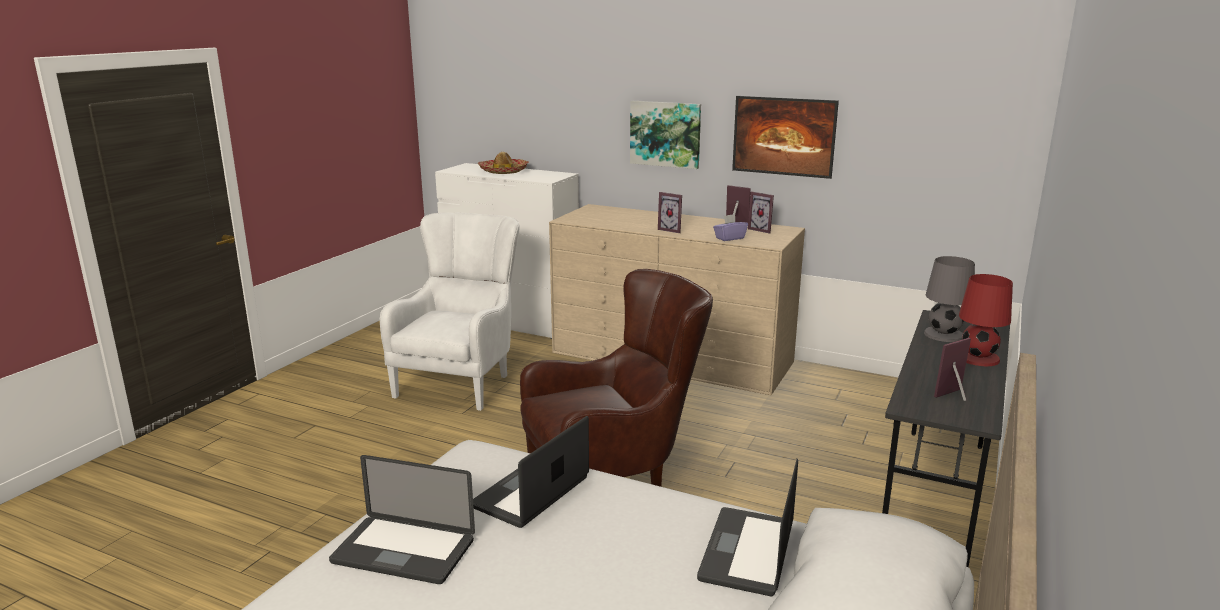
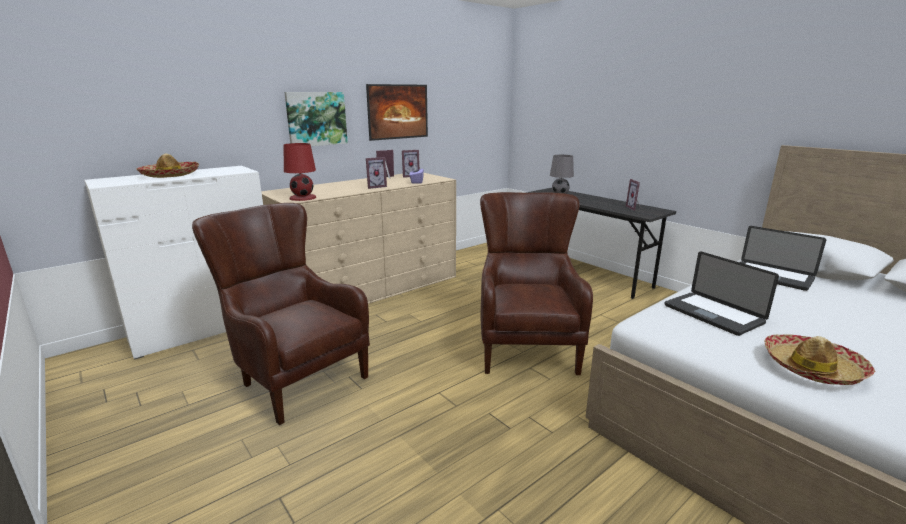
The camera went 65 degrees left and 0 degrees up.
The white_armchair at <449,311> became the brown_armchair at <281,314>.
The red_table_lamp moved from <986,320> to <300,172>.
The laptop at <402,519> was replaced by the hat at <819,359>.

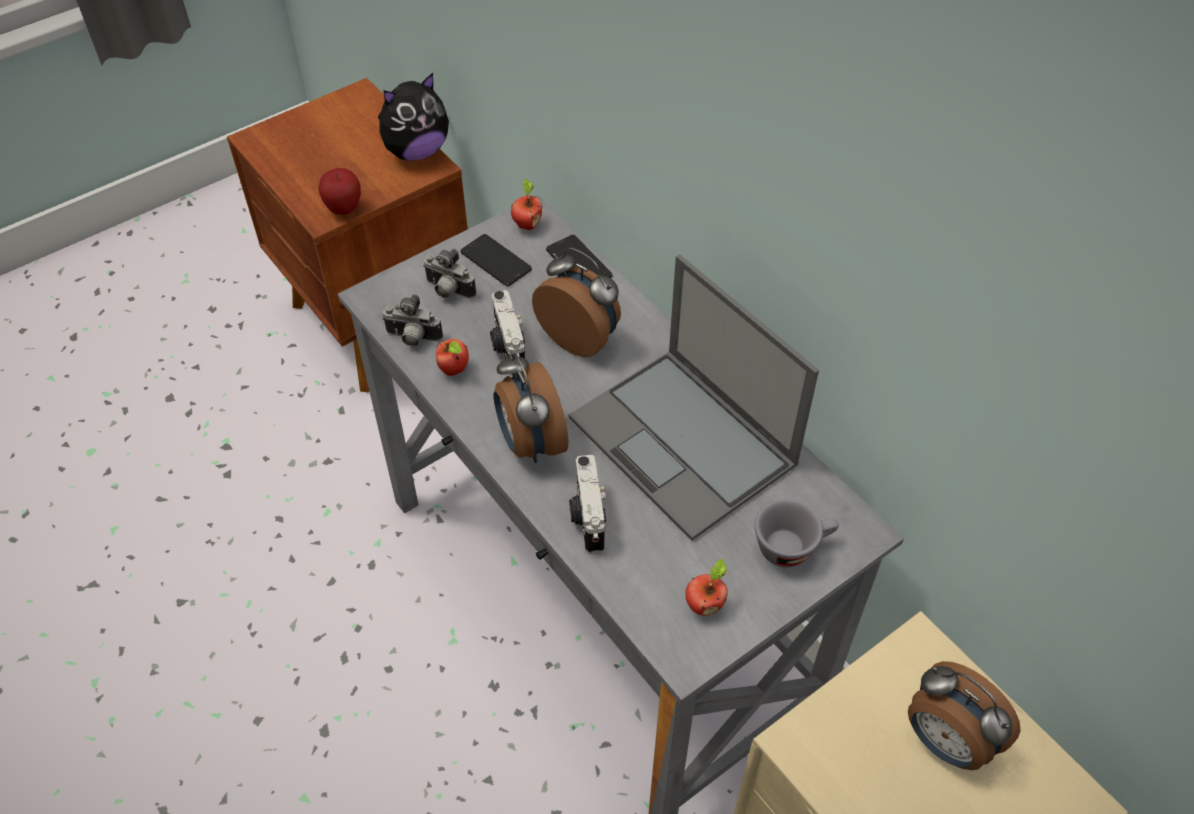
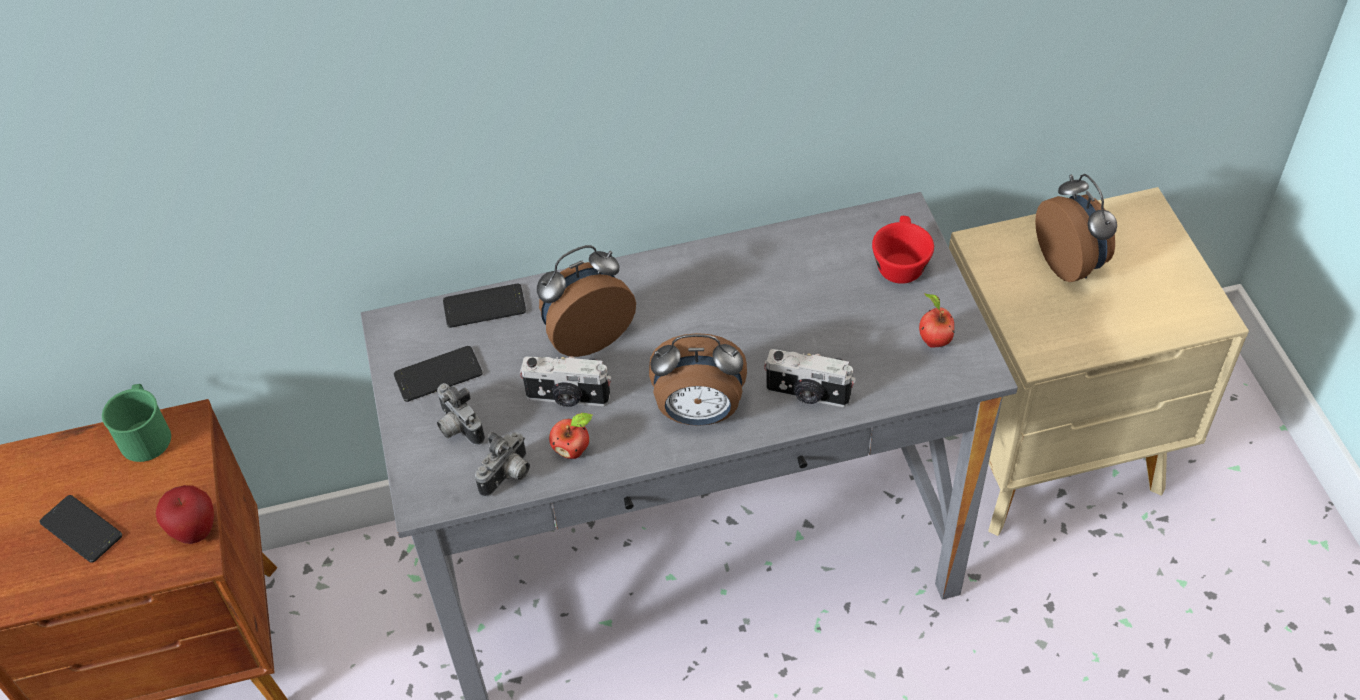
The camera went 65 degrees left and 0 degrees up.
The phone at <80,529> appeared.
The plush_toy at <413,117> was replaced by the green_mug at <136,423>.
The photo_camera at <449,274> turned 90 degrees clockwise.
The grey_cup at <797,533> became the red_cup at <903,250>.
The alarm_clock at <964,715> turned 90 degrees counterclockwise.
The apple at <527,204> disappeared.
The laptop at <694,398> disappeared.

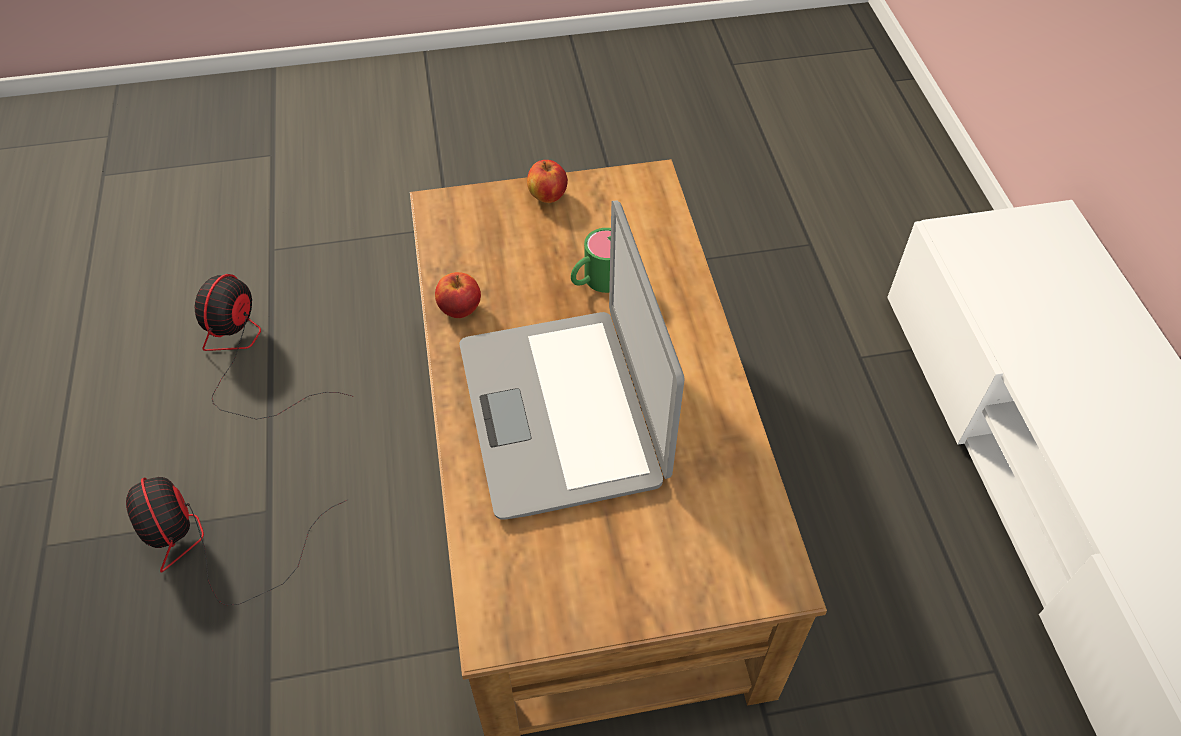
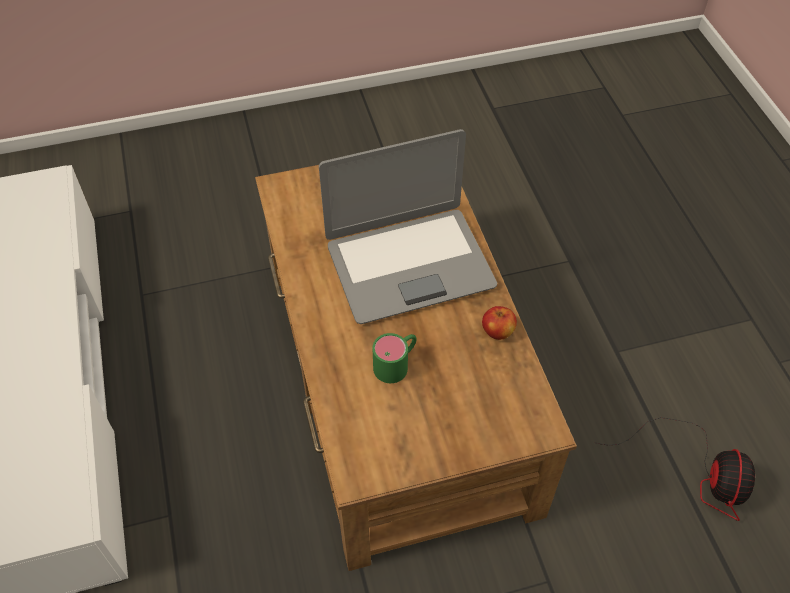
The camera went 175 degrees right and 0 degrees up.
The laptop at <572,360> turned 90 degrees clockwise.
The fan at <236,541> disappeared.
The apple at <547,181> disappeared.

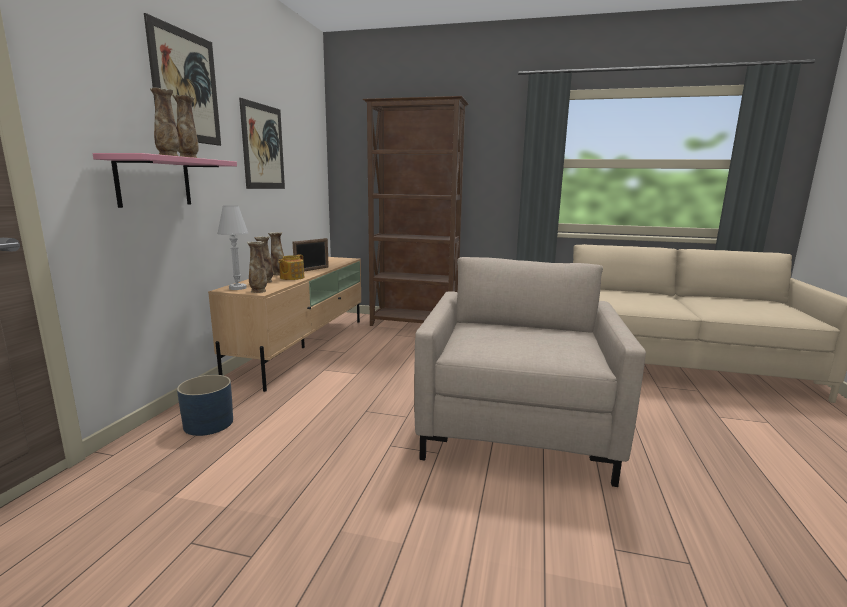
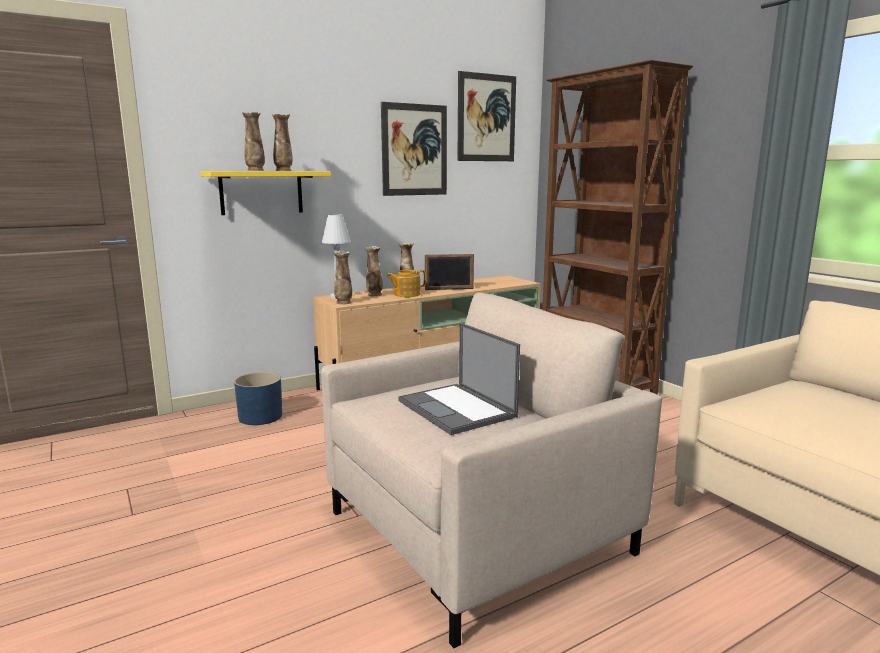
The camera went 45 degrees right and 0 degrees up.
The pink_shelf at <165,180> became the yellow_shelf at <266,193>.
The laptop at <459,379> appeared.
The picture moved from <182,79> to <486,116>.

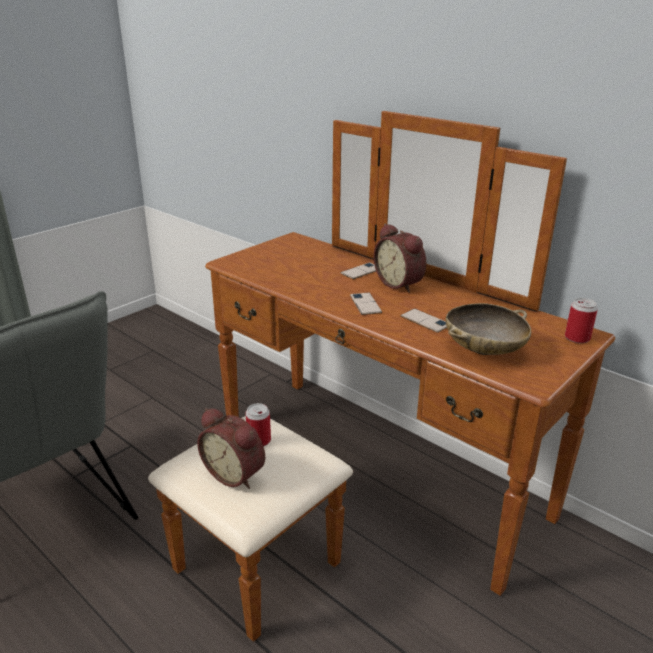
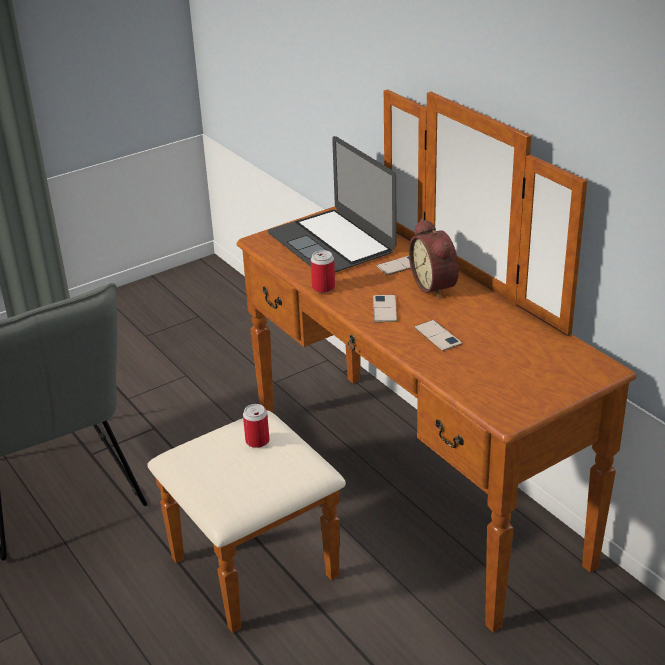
The camera went 15 degrees right and 5 degrees up.
The laptop at <332,204> appeared.
The can moved from <581,320> to <323,271>.
The alarm_clock at <231,448> disappeared.
The beige_bowl at <488,329> disappeared.

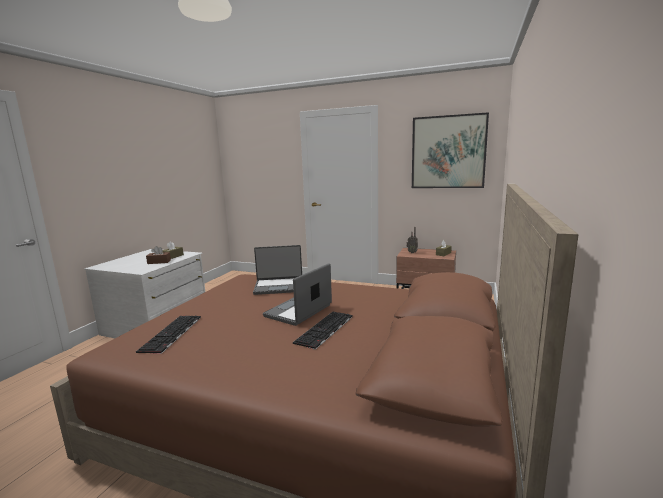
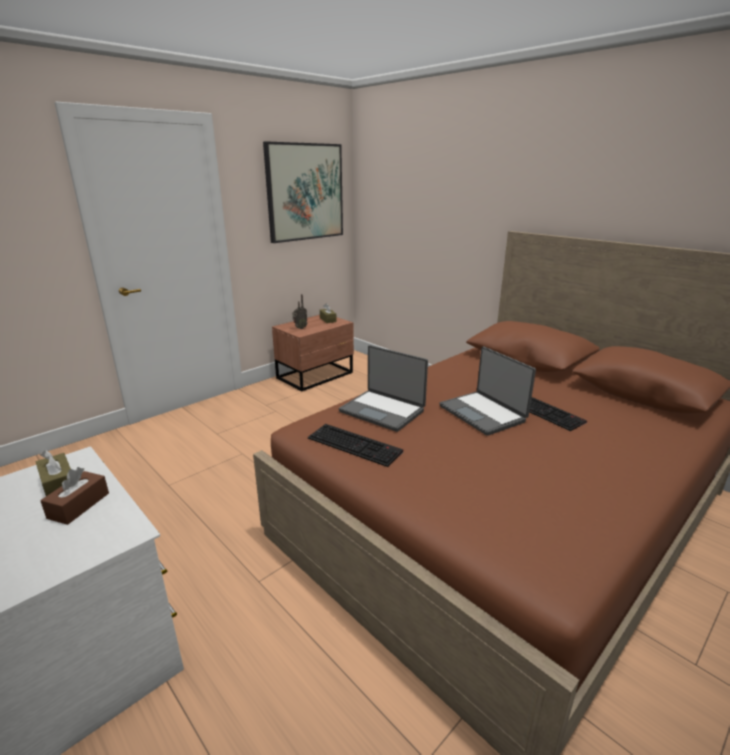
The camera went 65 degrees left and 10 degrees up.
The keyboard moved from <168,335> to <356,445>.
The laptop at <277,270> turned 105 degrees clockwise.

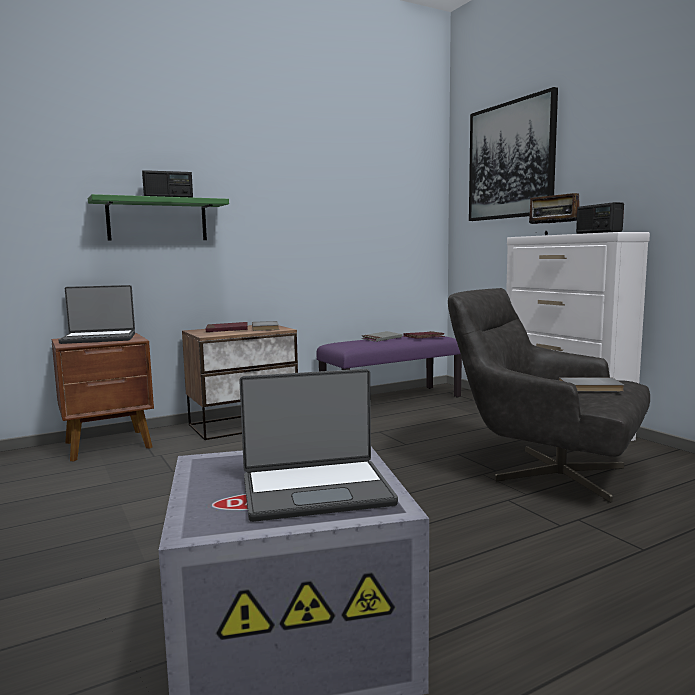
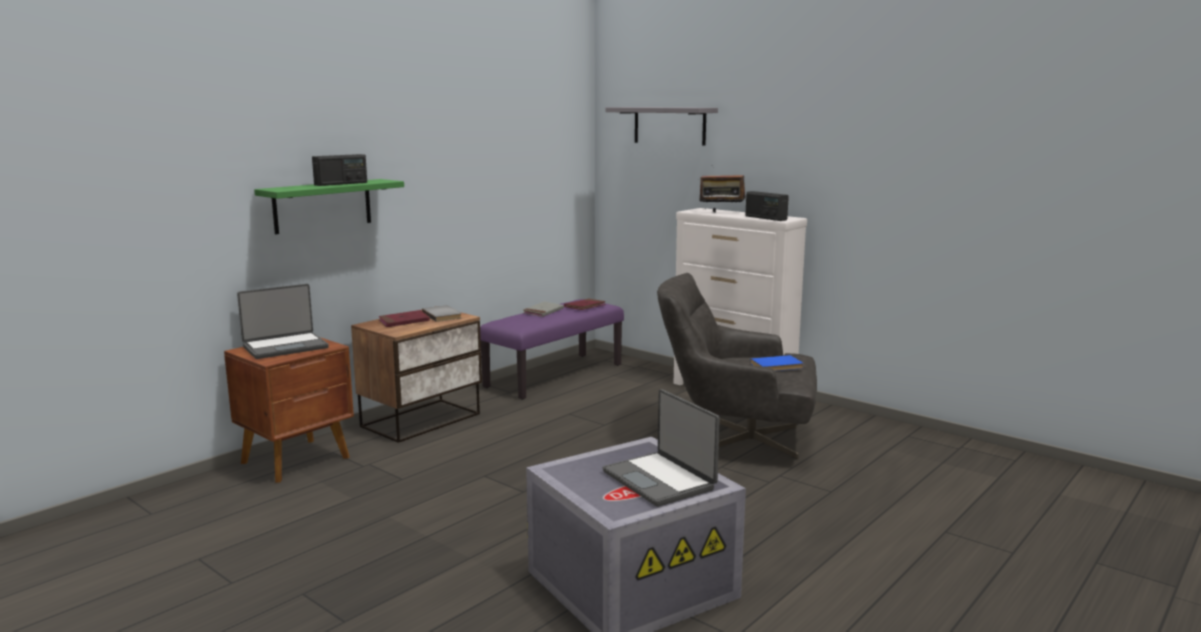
The camera went 20 degrees left and 5 degrees up.
The laptop at <318,445> turned 90 degrees clockwise.
The picture at <513,154> was replaced by the grey_shelf at <662,126>.
The grey_book at <592,385> became the blue_book at <776,363>.

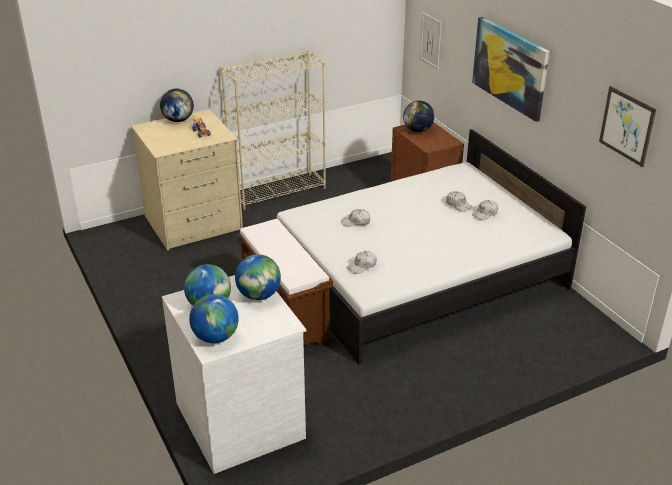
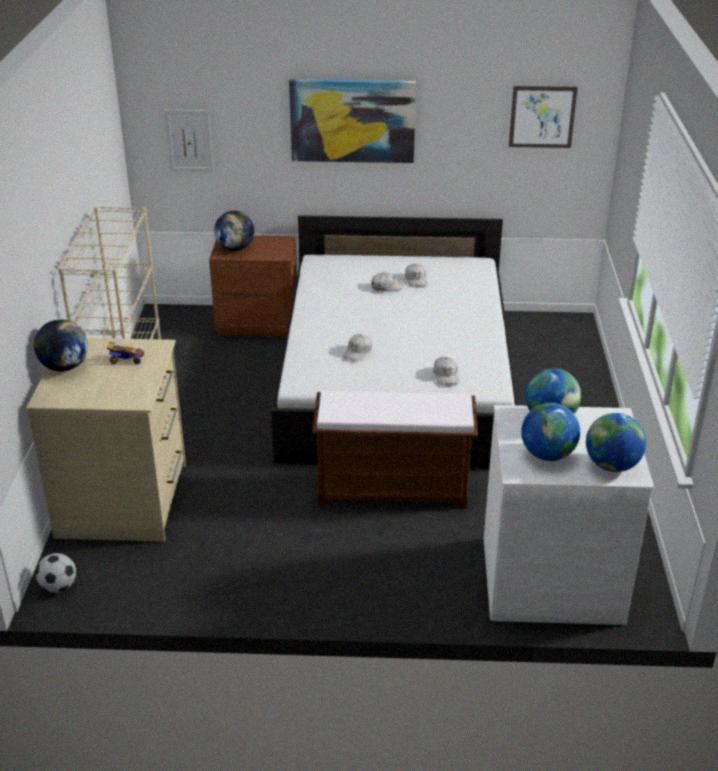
The camera went 60 degrees left and 0 degrees up.
The football at <56,573> appeared.

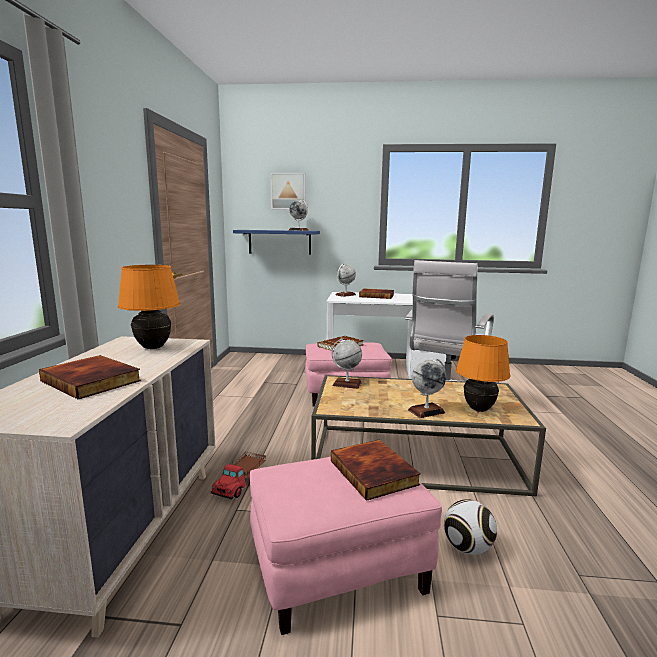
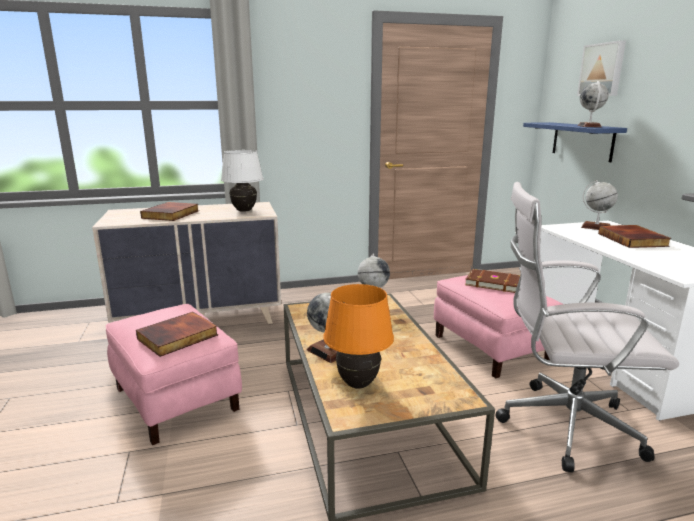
The camera went 70 degrees right and 5 degrees up.
The orange_table_lamp at <149,307> became the white_table_lamp at <242,181>.
The toy_truck at <238,475> disappeared.
The football at <470,527> disappeared.

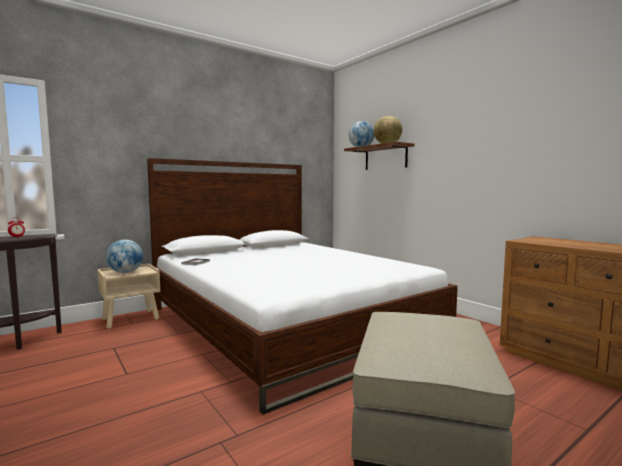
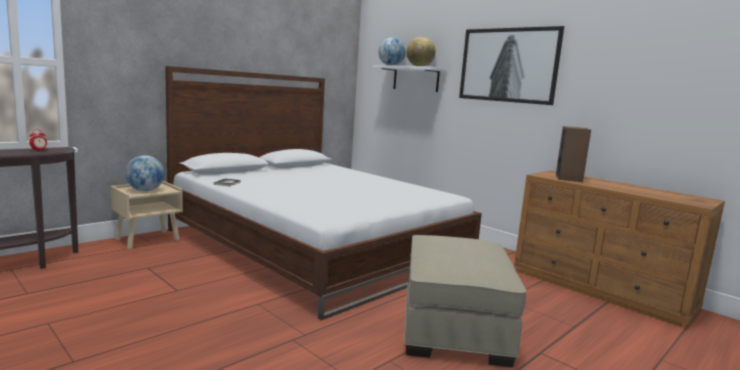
The camera went 10 degrees left and 5 degrees up.
The brown_shelf at <379,156> became the white_shelf at <410,78>.
The picture at <511,65> appeared.
The speaker at <573,154> appeared.

